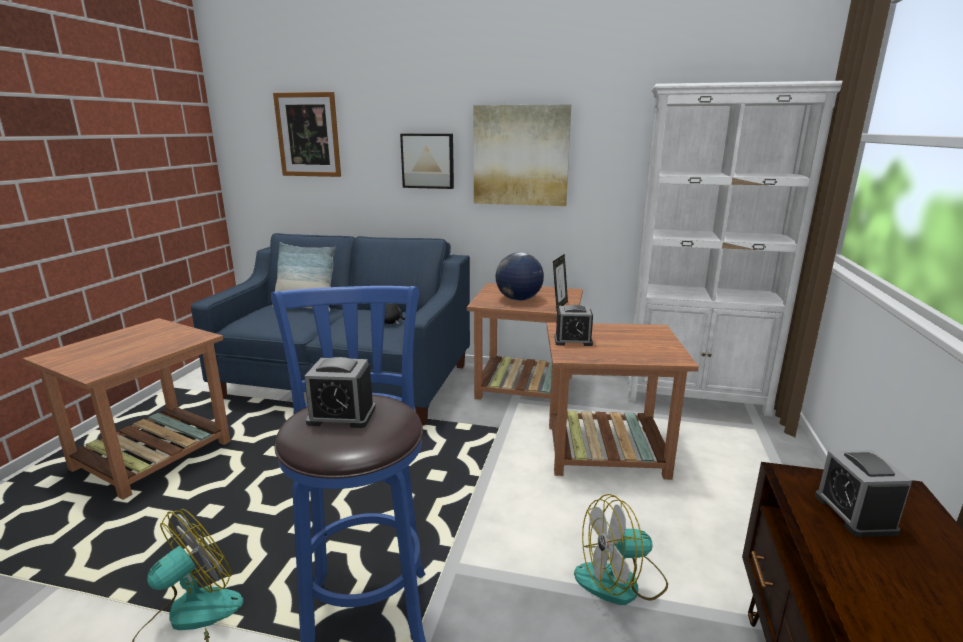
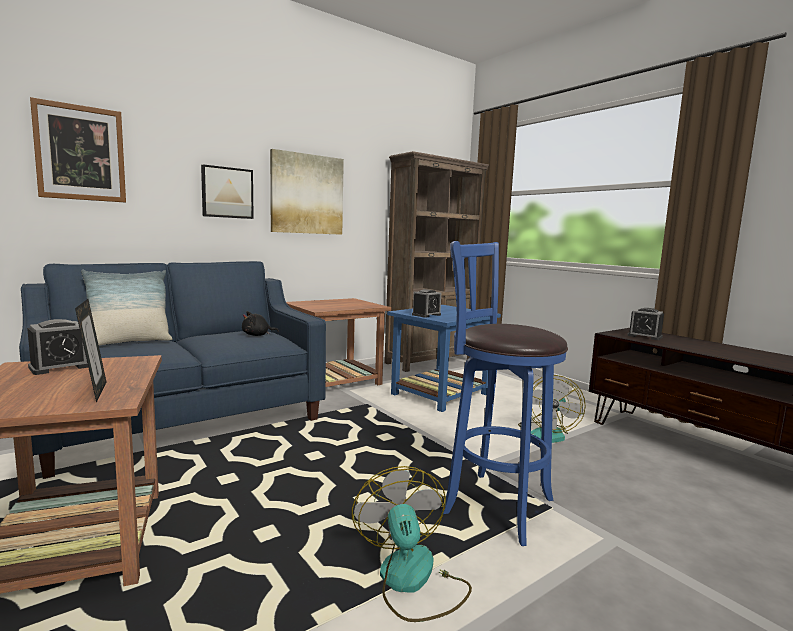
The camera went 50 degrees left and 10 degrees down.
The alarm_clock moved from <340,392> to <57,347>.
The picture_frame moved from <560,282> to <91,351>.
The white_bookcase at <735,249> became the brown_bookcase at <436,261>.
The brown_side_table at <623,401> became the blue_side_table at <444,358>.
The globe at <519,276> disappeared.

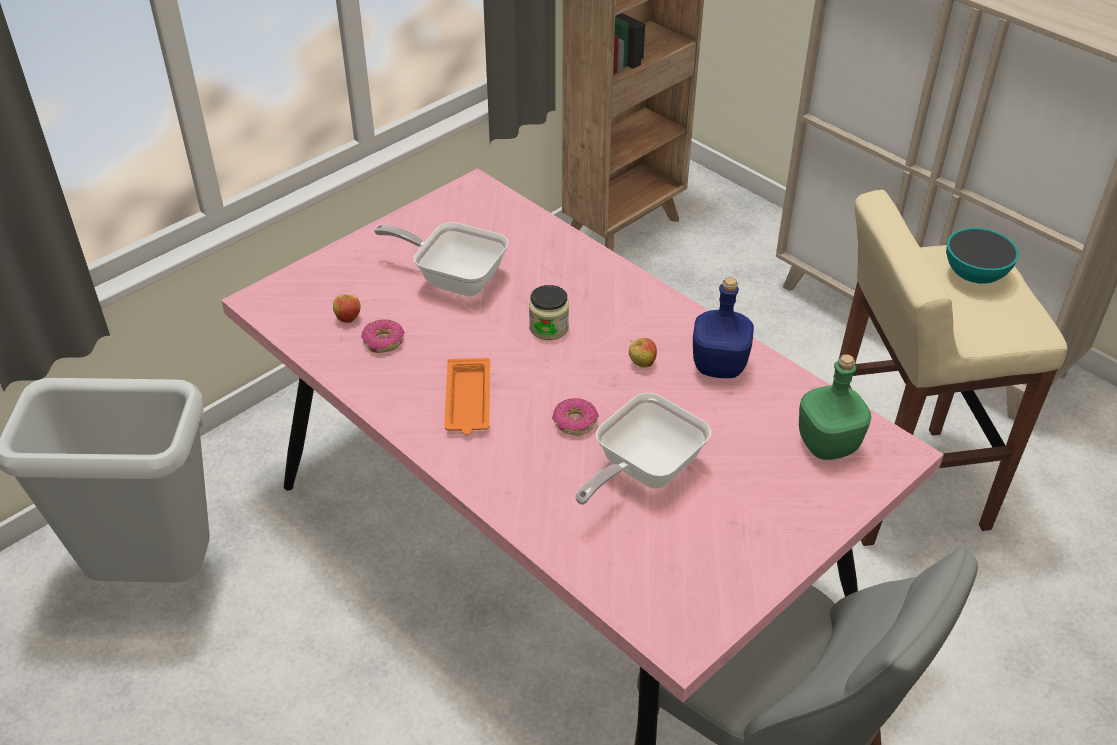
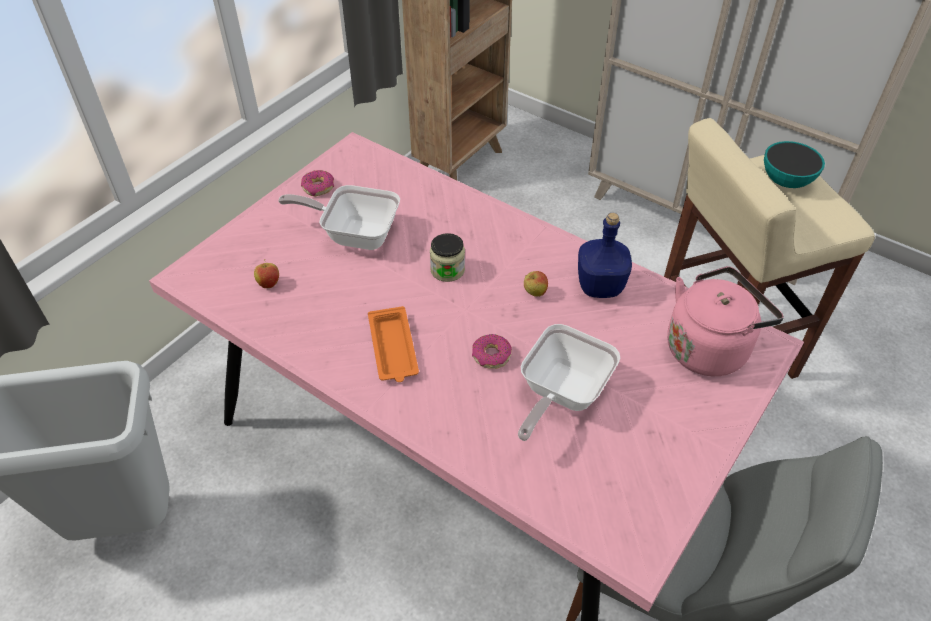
The camera went 10 degrees left and 5 degrees up.
The donut moved from <383,336> to <317,183>.
The green_bottle at <835,407> was replaced by the pink_kettle at <725,321>.

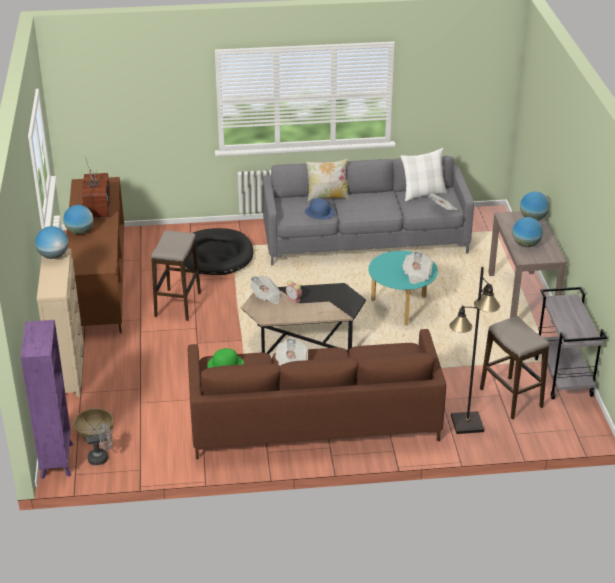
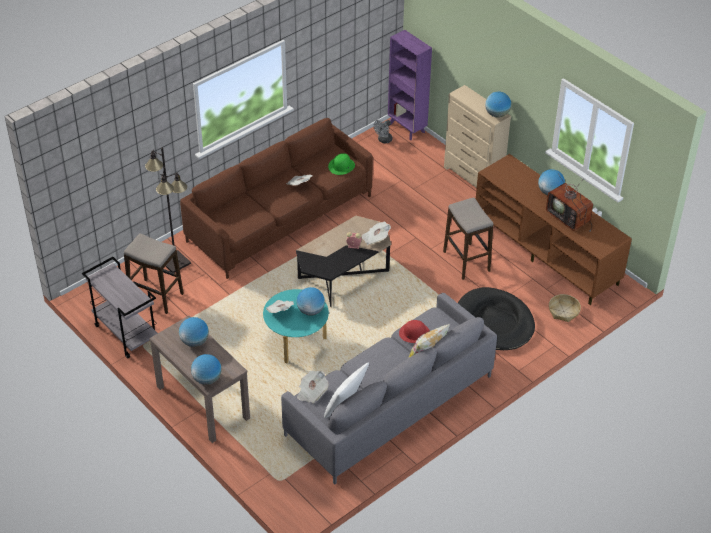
The camera went 145 degrees right and 10 degrees up.
The globe at <311,301> appeared.
The blue_hat at <320,209> became the red_hat at <414,331>.
The basket moved from <93,424> to <565,308>.

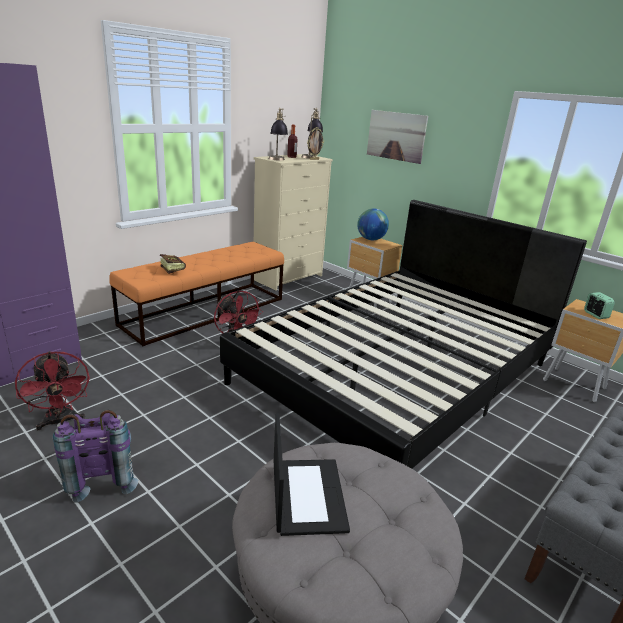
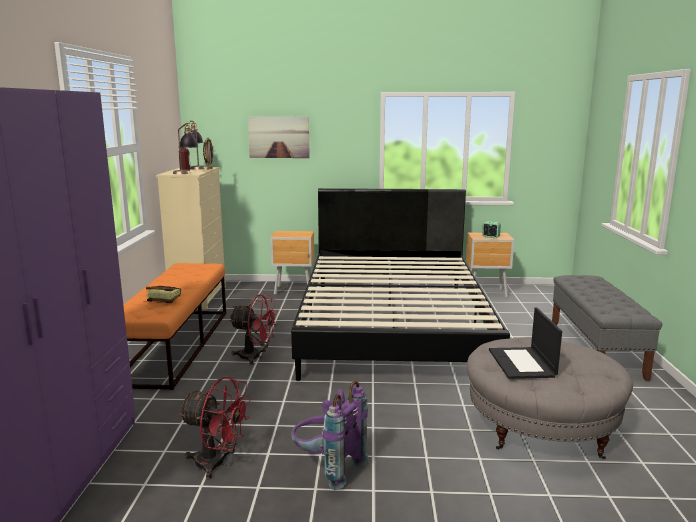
The camera went 40 degrees left and 10 degrees down.
The laptop at <312,474> turned 135 degrees counterclockwise.
The globe at <373,224> disappeared.

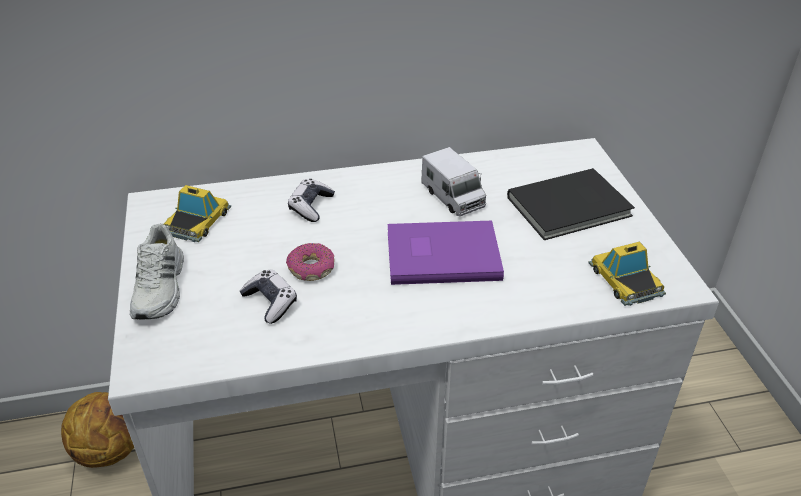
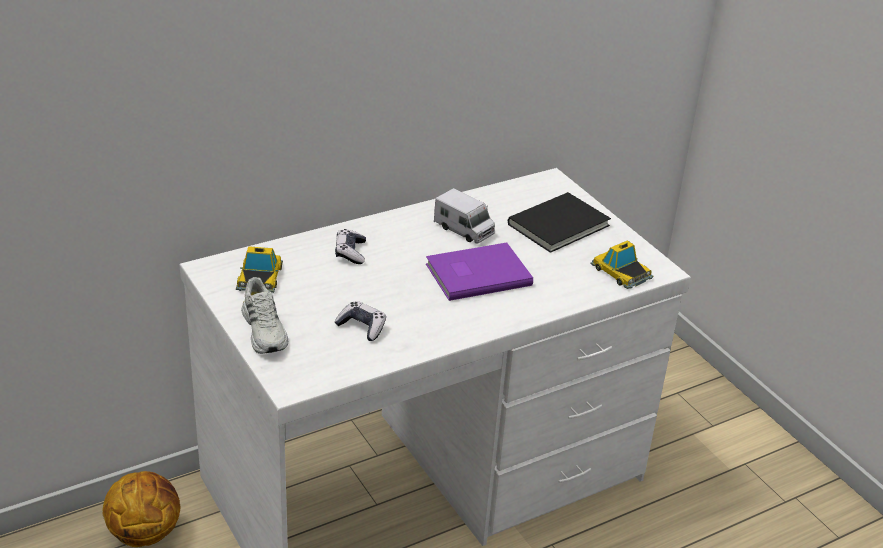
The camera went 20 degrees left and 5 degrees down.
The donut at <310,262> disappeared.

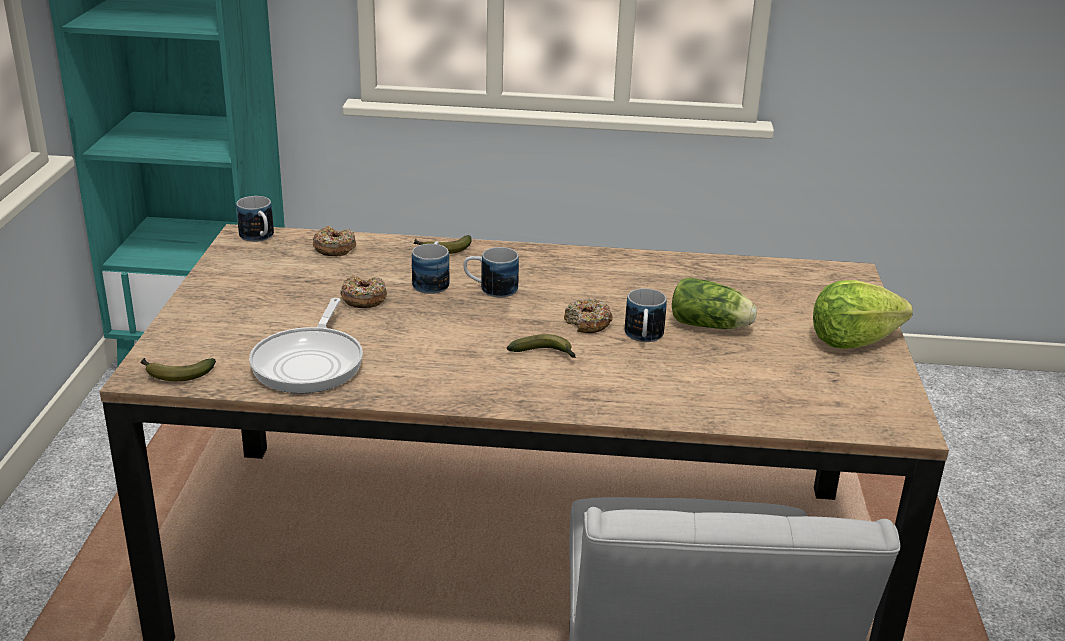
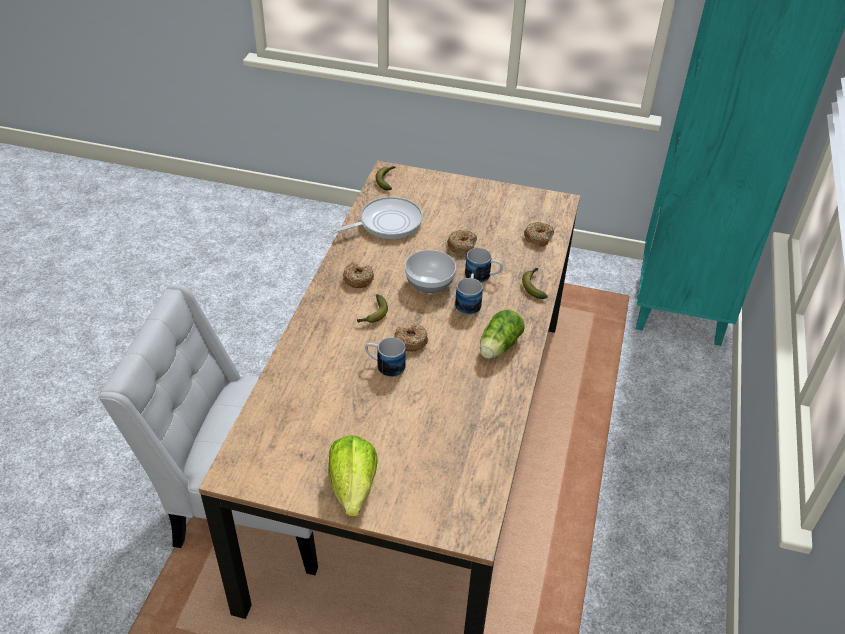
The camera went 100 degrees right and 15 degrees up.
The frying_pan at <306,345> turned 135 degrees clockwise.
The donut at <358,275> appeared.
The bowl at <430,271> appeared.
The lettuce moved from <714,303> to <502,334>.
The mug at <255,219> disappeared.

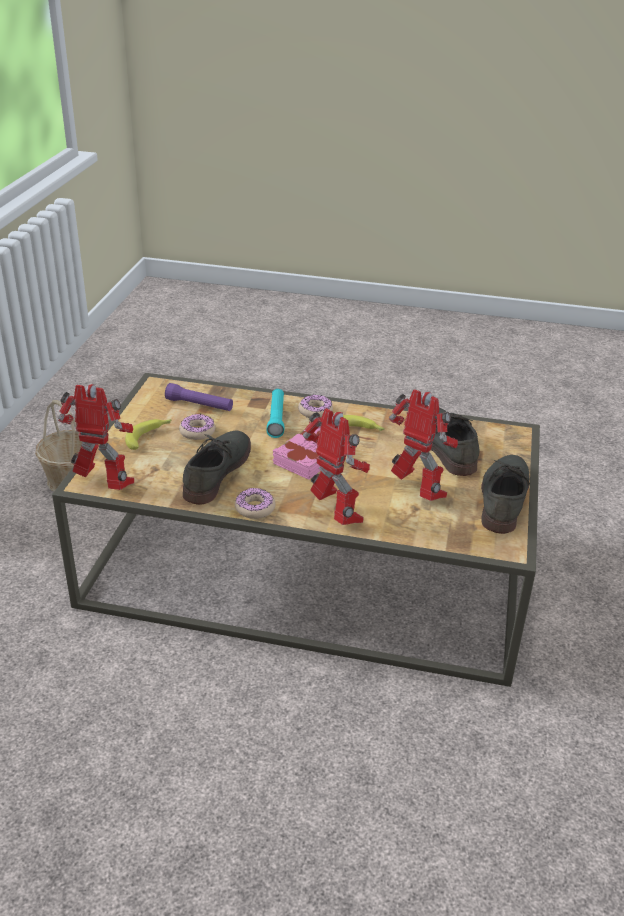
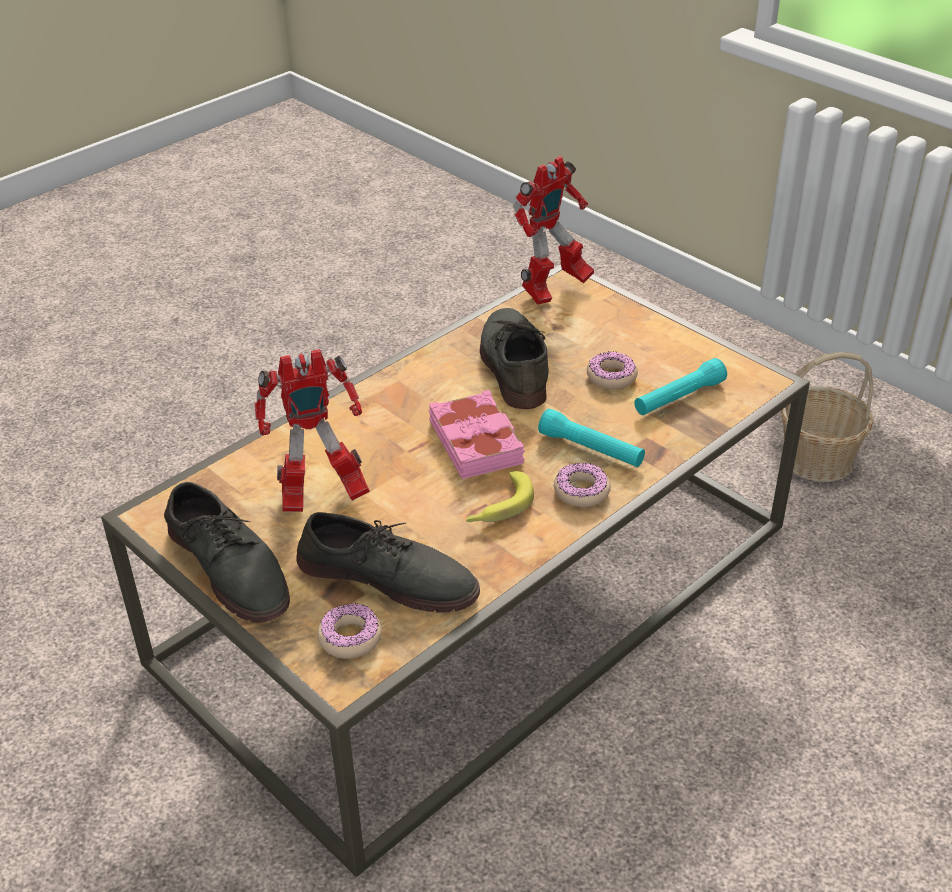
The camera went 125 degrees right and 5 degrees up.
The donut moved from <255,503> to <349,631>.
The grey_shoe at <217,467> turned 150 degrees counterclockwise.
The purple_flashlight at <199,397> became the turquoise_flashlight at <680,386>.
The banana at <148,434> disappeared.
The toy_robot at <336,466> disappeared.

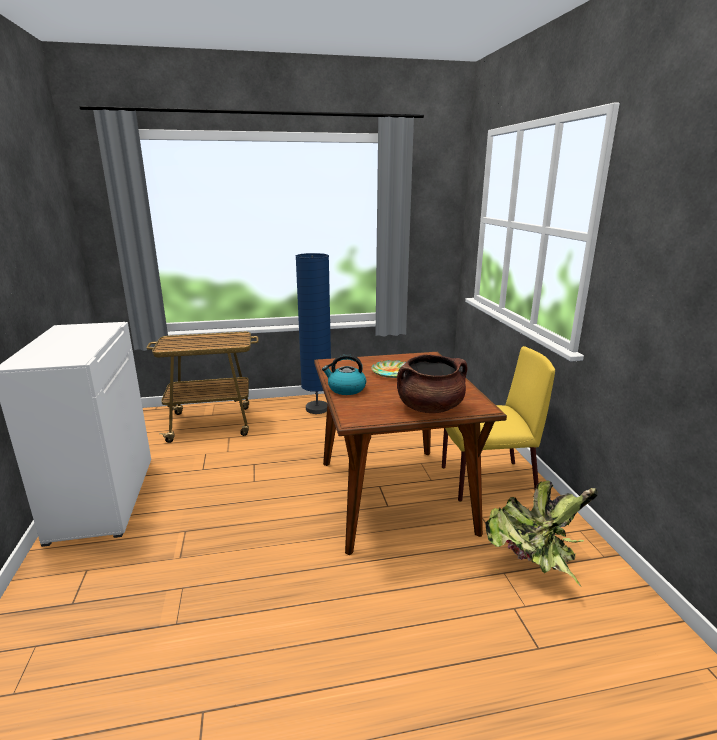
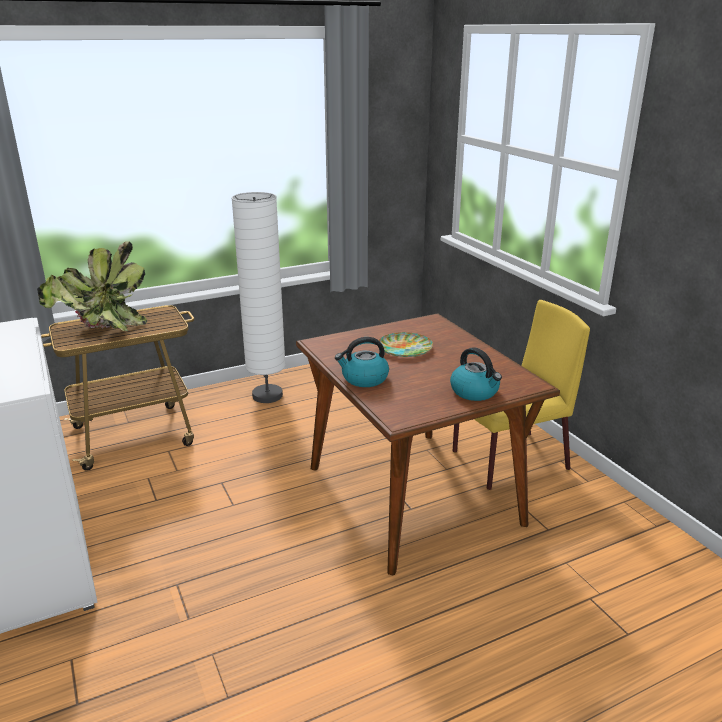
The camera went 15 degrees left and 5 degrees up.
The potted_plant moved from <541,533> to <92,286>.
The blue_floor_lamp at <313,333> became the white_floor_lamp at <258,297>.
The brown_cooking_pot at <432,383> was replaced by the kettle at <476,374>.

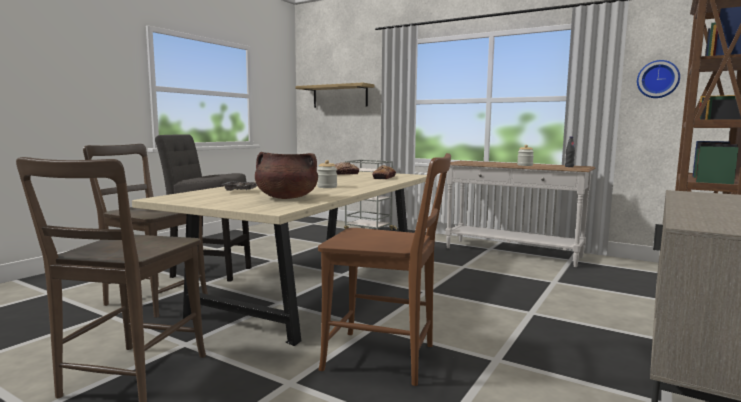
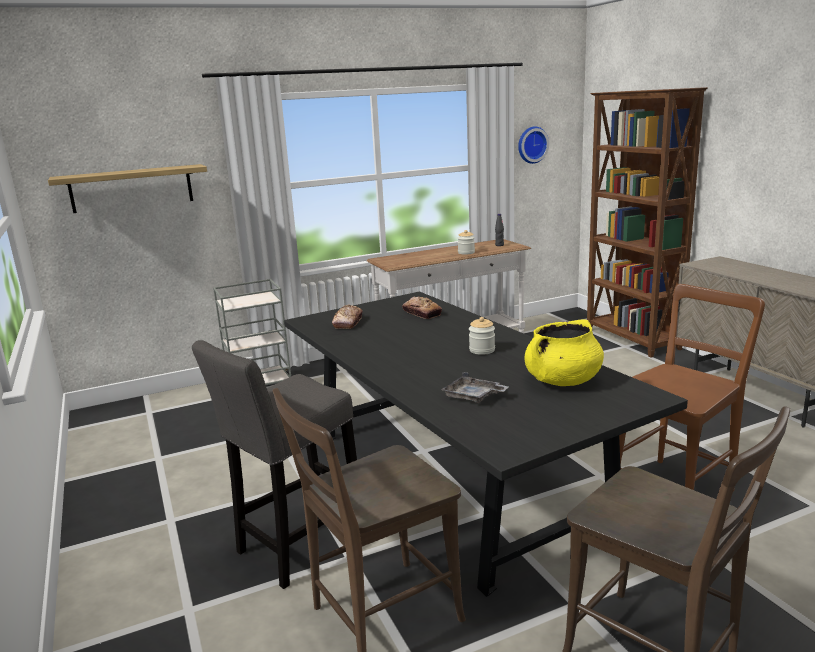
The camera went 55 degrees left and 10 degrees up.
The beige_dining_table at <279,259> became the black_dining_table at <486,444>.
The brown_cooking_pot at <286,175> became the yellow_cooking_pot at <564,352>.

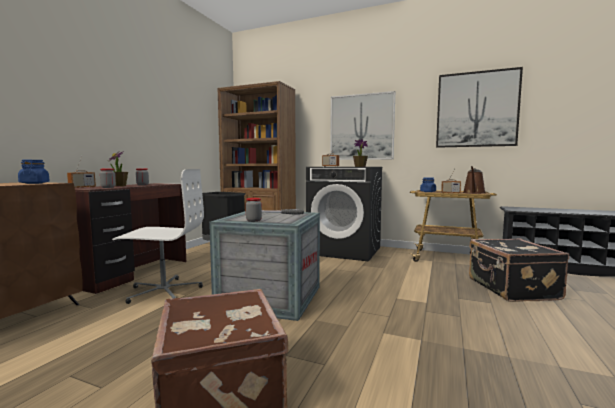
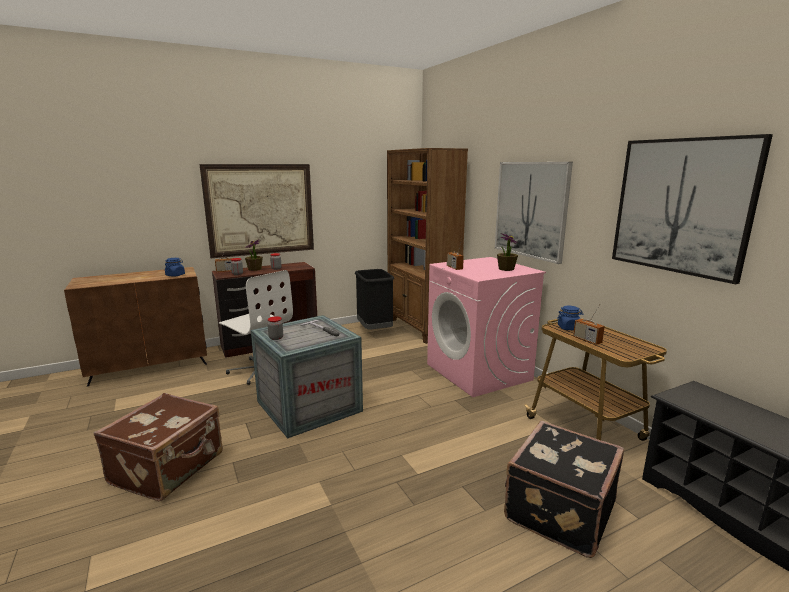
The camera went 40 degrees right and 10 degrees up.
The picture at <256,211> appeared.
The black_washing_machine at <344,214> became the pink_washing_machine at <486,327>.
The brown_watering_can at <474,180> disappeared.

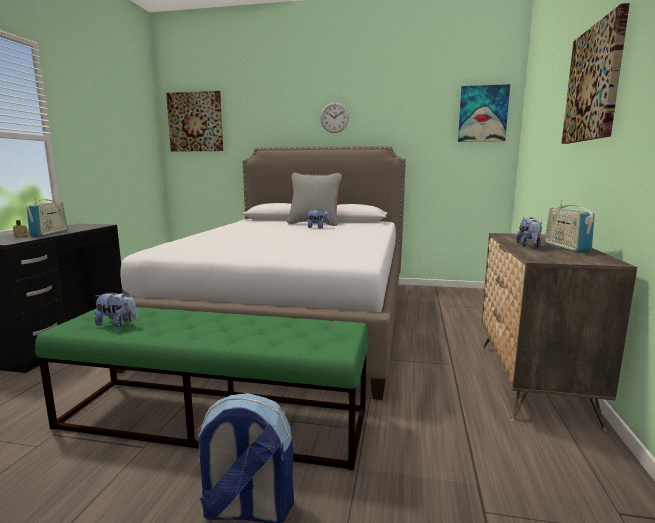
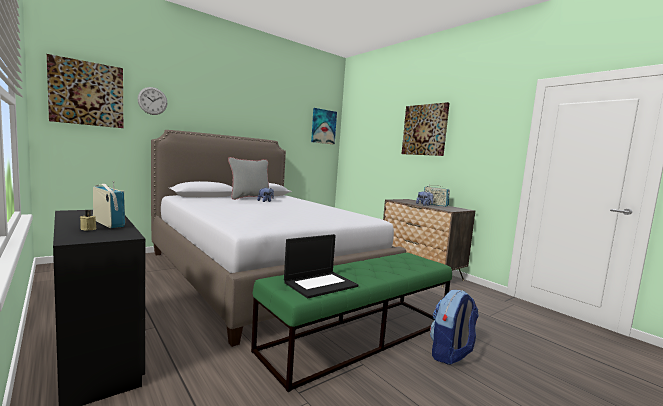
The camera went 50 degrees left and 5 degrees down.
The wall_clock moved from <334,117> to <152,101>.
The plush_toy at <116,308> was replaced by the laptop at <321,266>.

